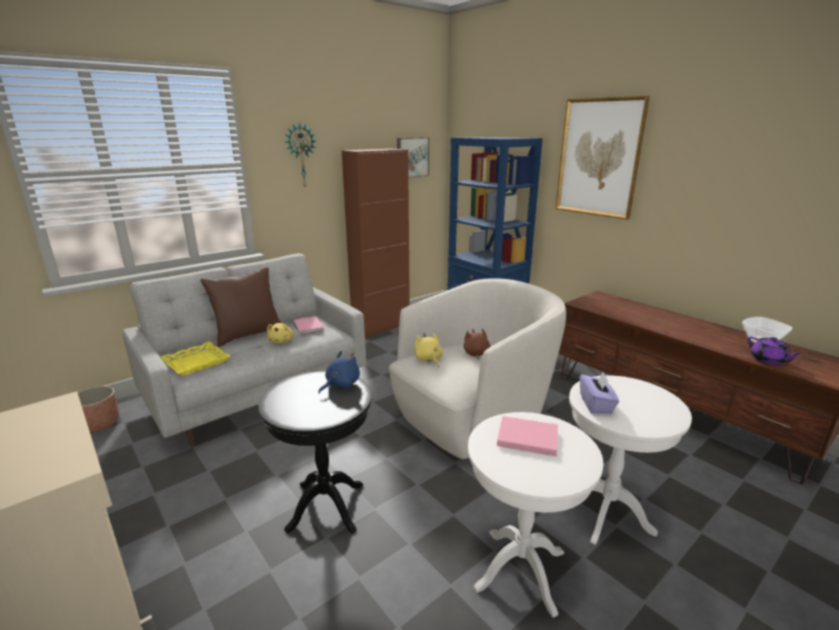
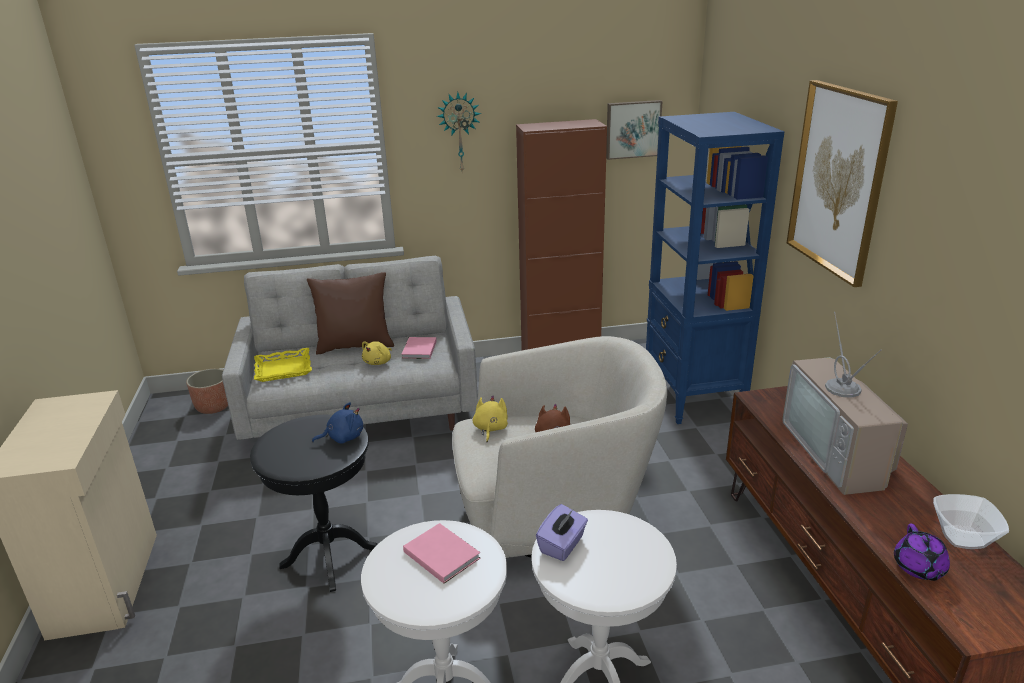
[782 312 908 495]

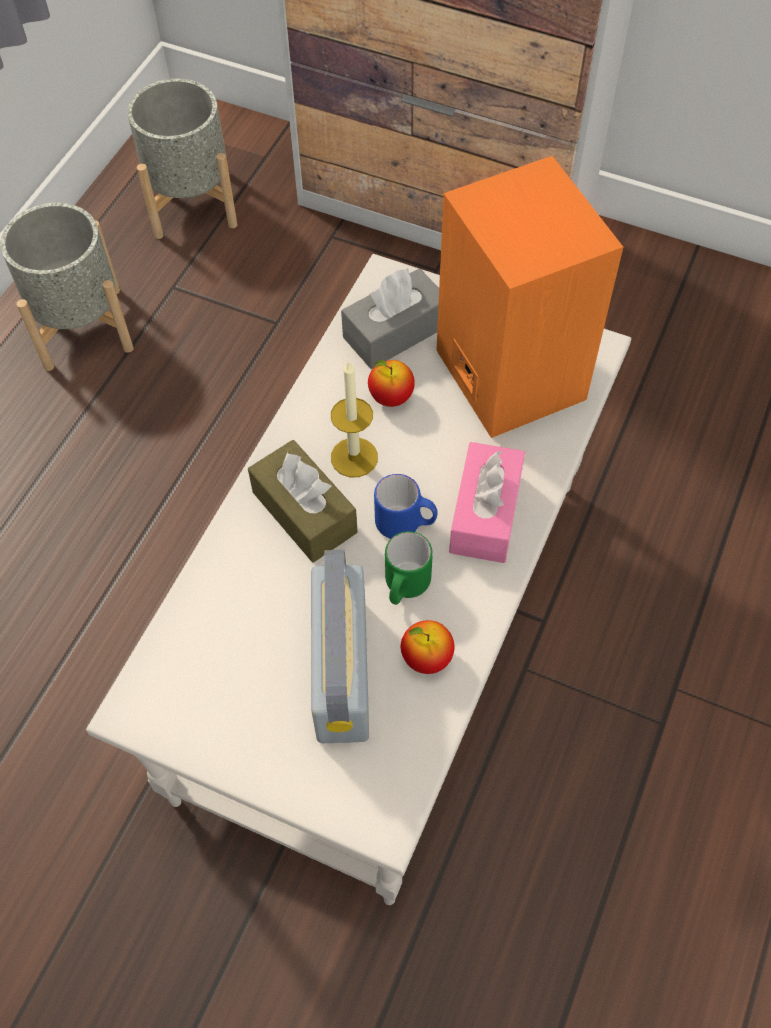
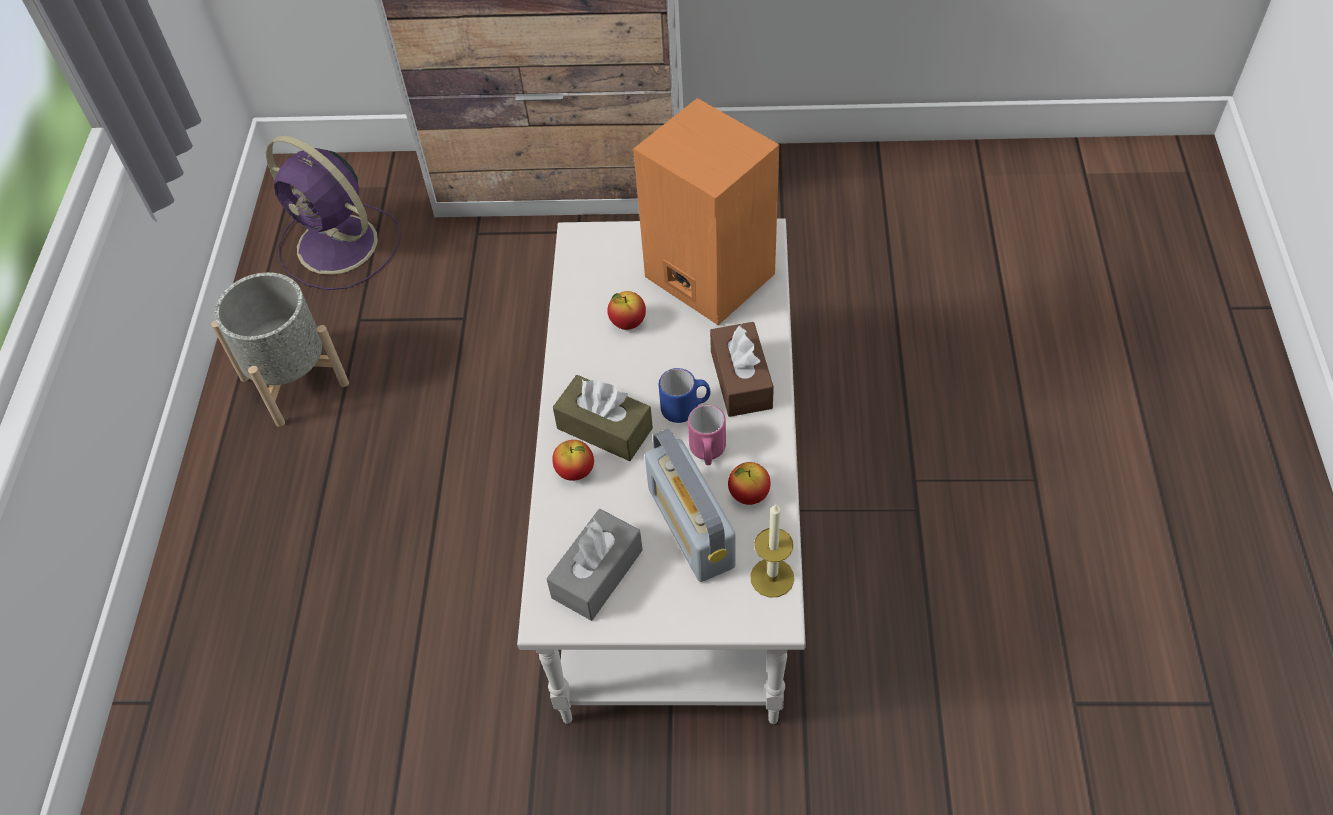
[266 136 401 290]
[750 504 794 597]
[546 509 643 621]
[688 405 726 465]
[710 322 774 417]
[552 440 594 481]

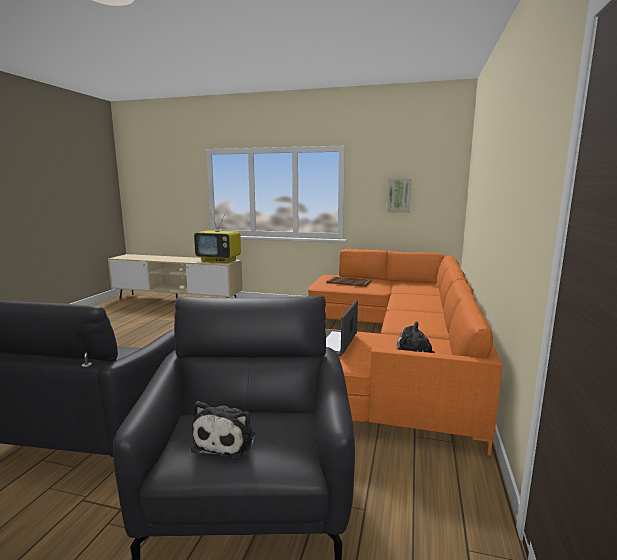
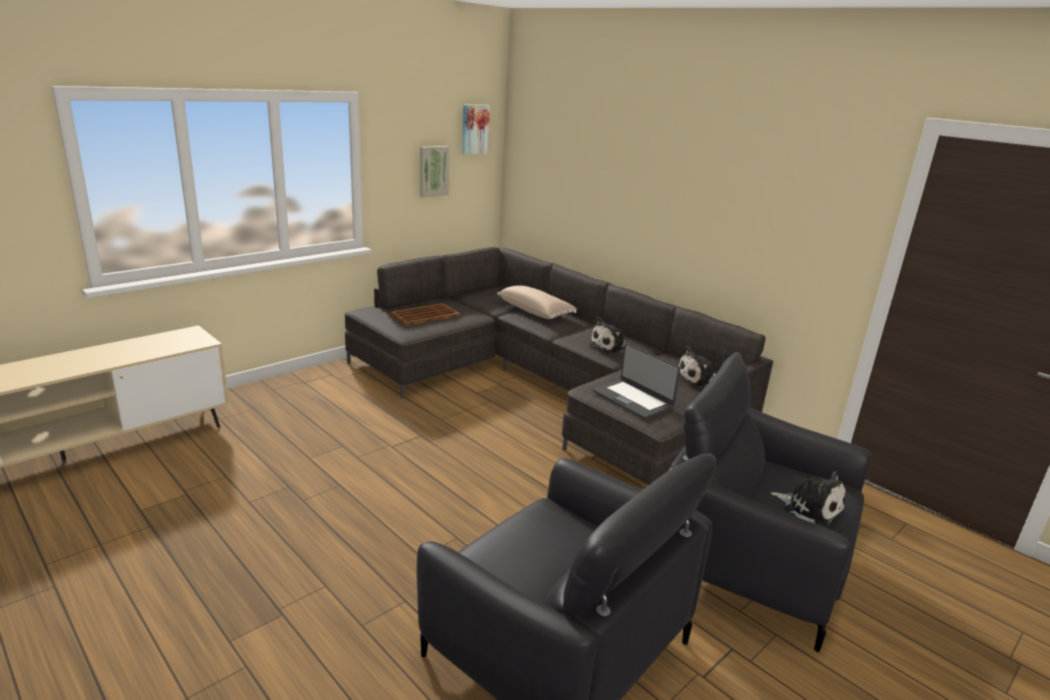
[194 216 241 263] (first image)
[344 247 773 485]
[462 105 490 154]
[497 285 577 319]
[588 317 626 354]

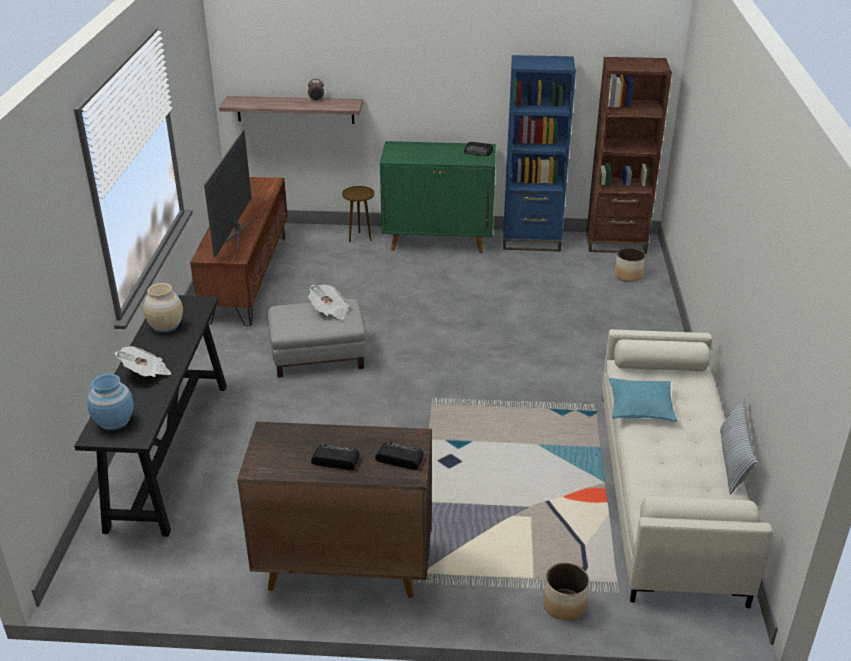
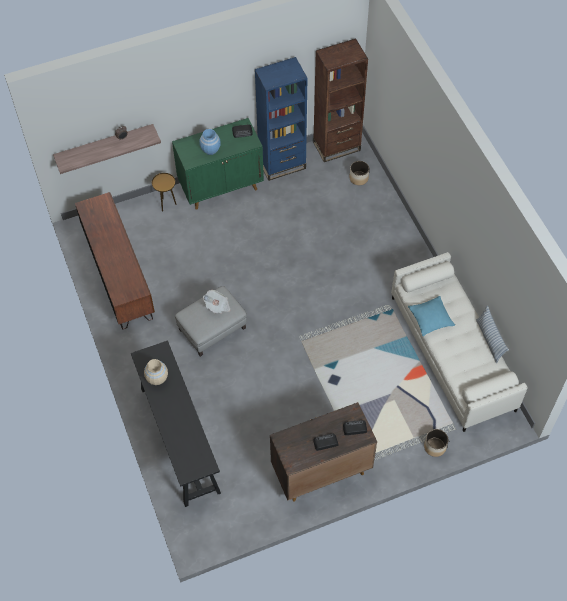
[200 129 221 155]
[115 346 172 377] (first image)
[204 130 257 257] (first image)

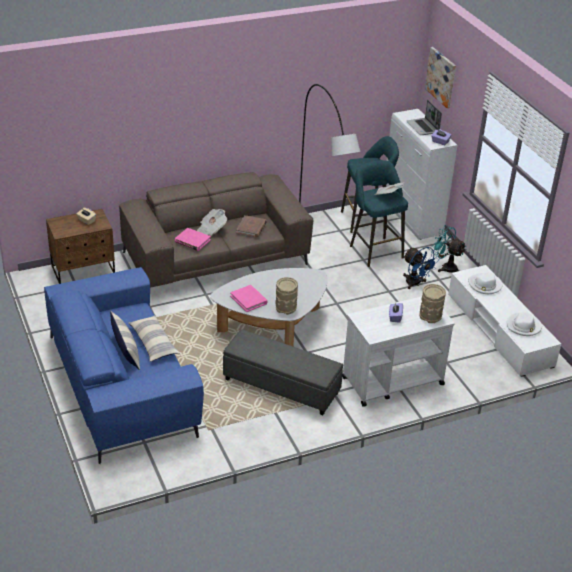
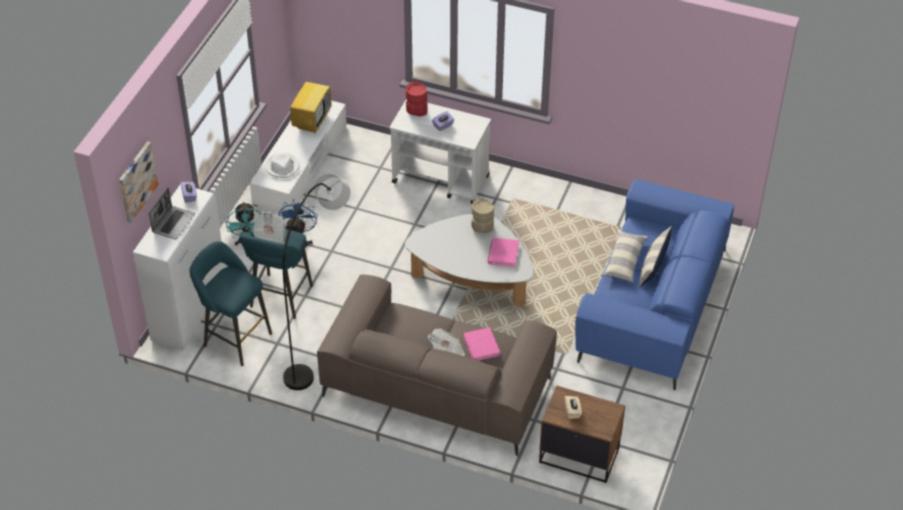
[223 329 343 415] (first image)
[236 215 267 237] (first image)
[406 82 427 117]
[290 67 331 133]

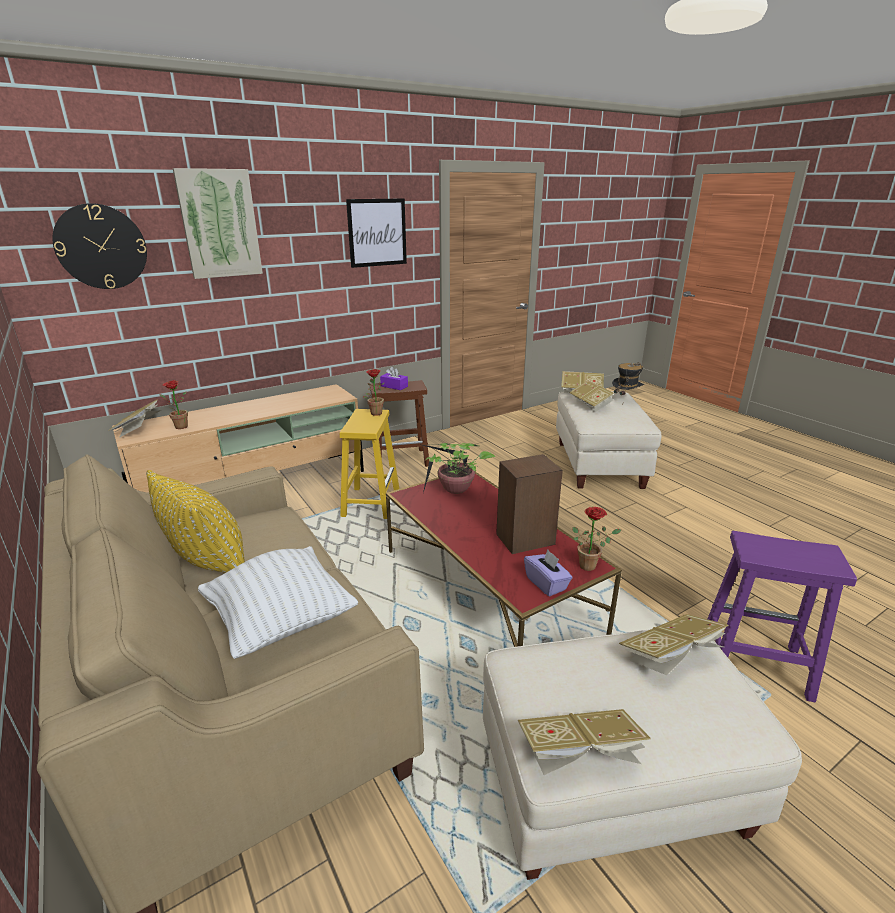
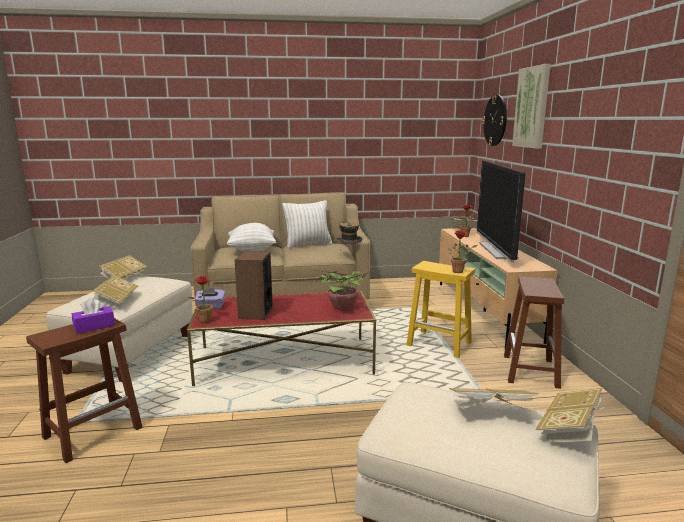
[282 200 332 248]
[346 198 407 268] (first image)
[72 298 115 334]
[336 221 362 251]
[26 318 142 463]
[477 161 526 262]

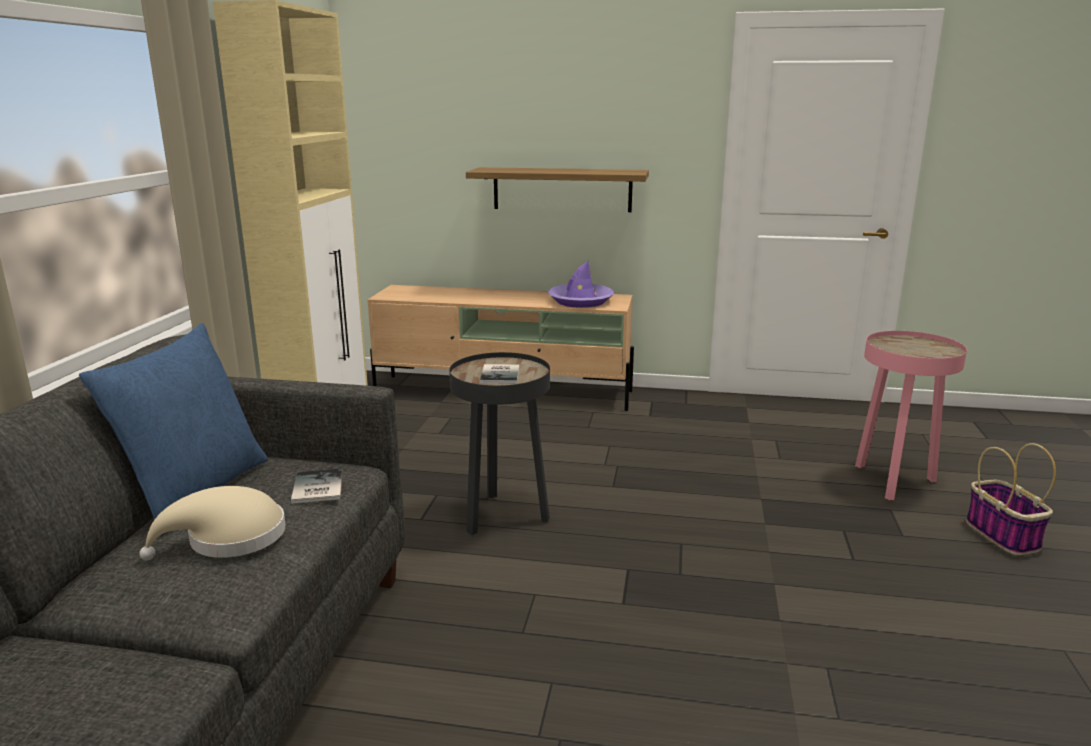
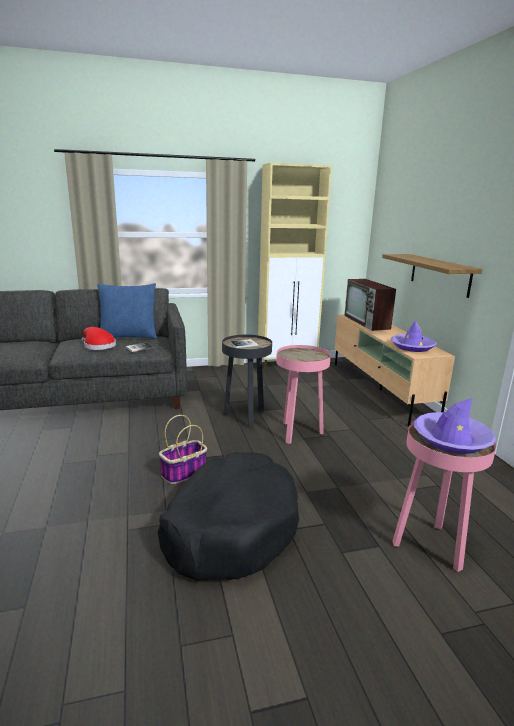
[81 327 116 350]
[159 415 207 484]
[158 452 299 581]
[276 345 331 444]
[344 279 396 331]
[414 398 496 454]

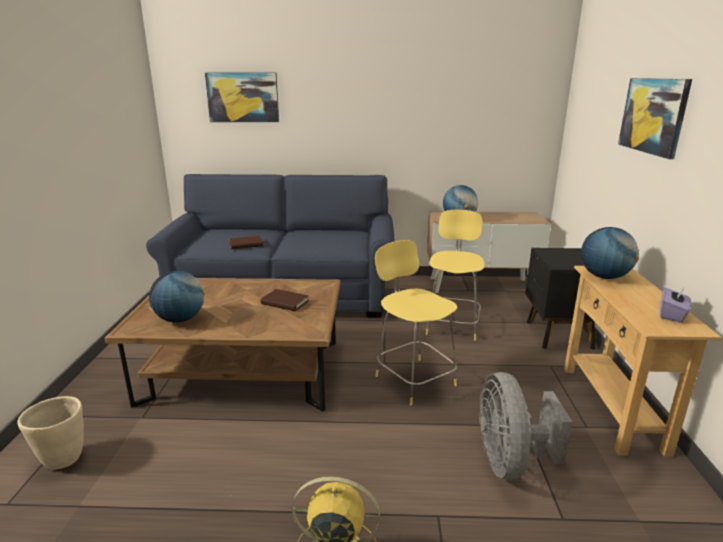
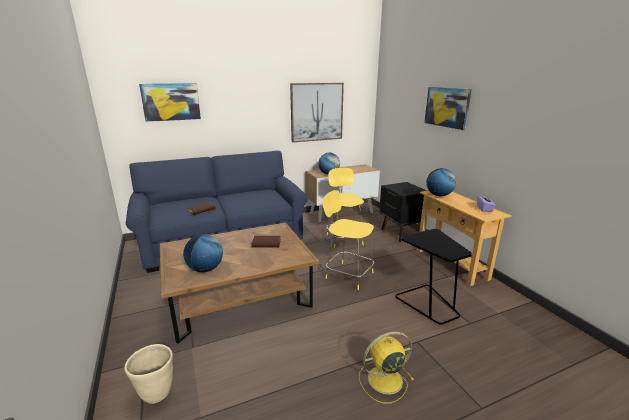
[395 229 472 325]
[290 83 344 143]

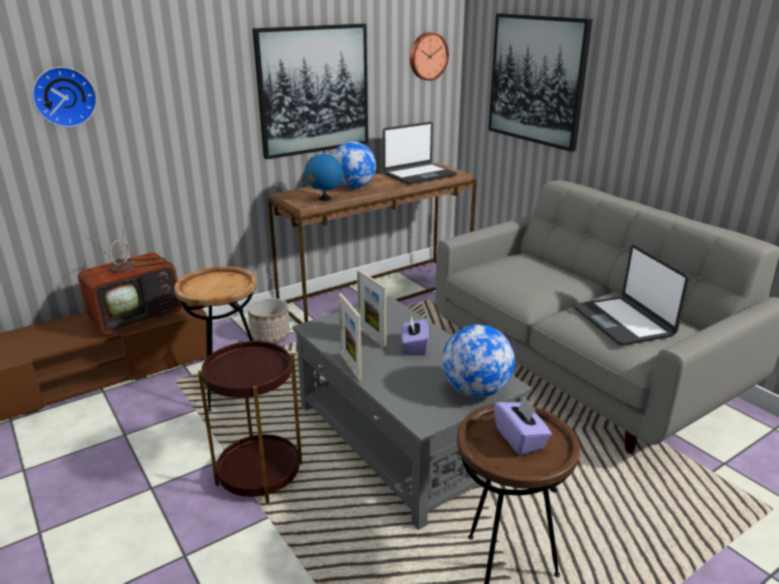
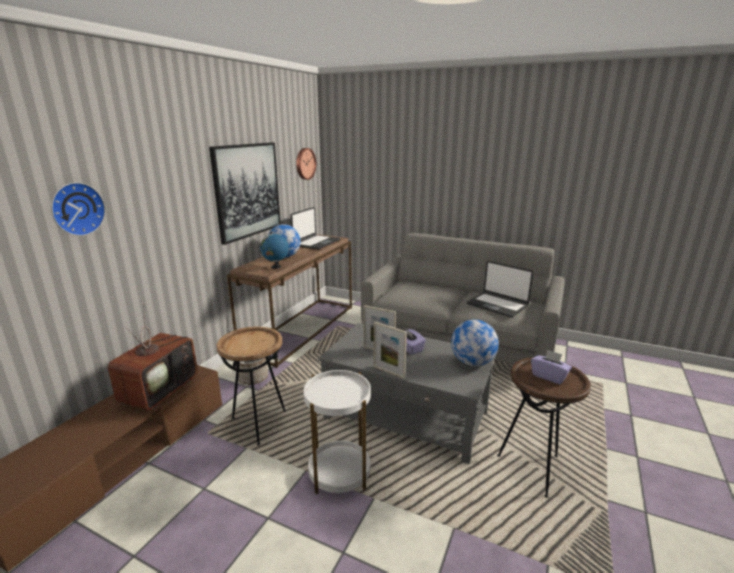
[303 370 371 494]
[488 13 592 152] (first image)

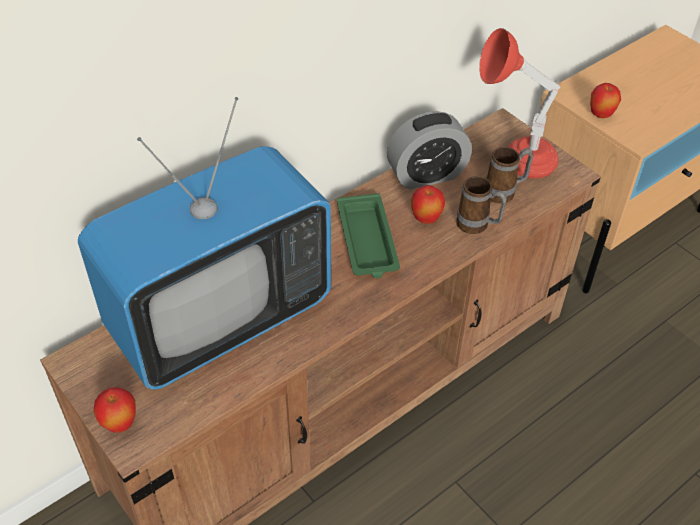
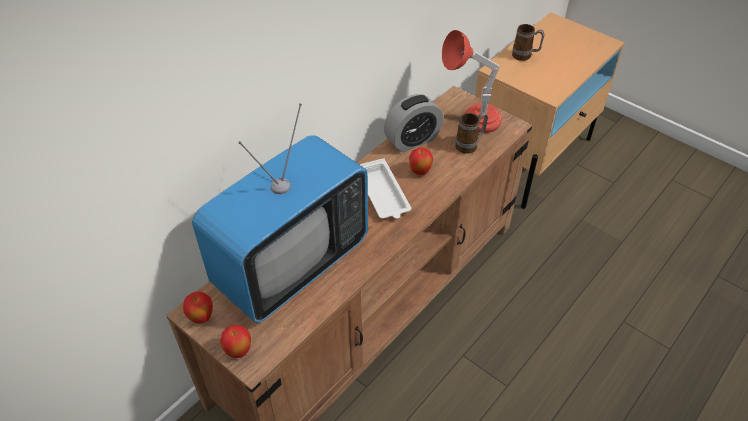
[359 158 411 219]
[512 24 545 61]
[183 292 213 324]

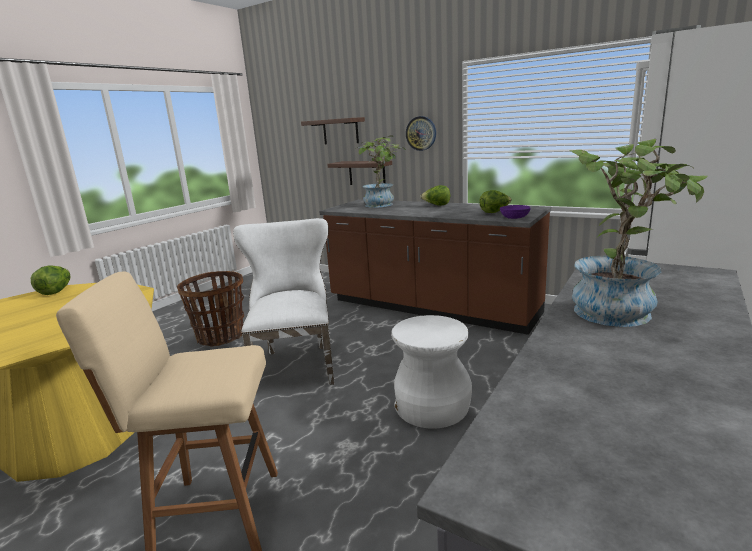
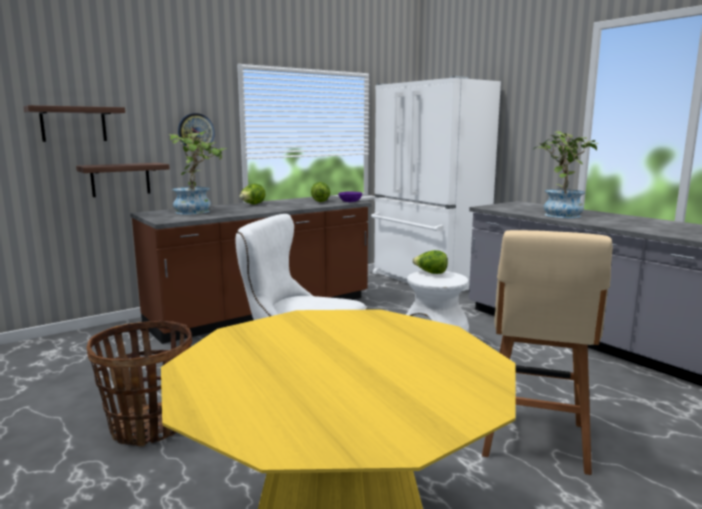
[412 250 448 274]

